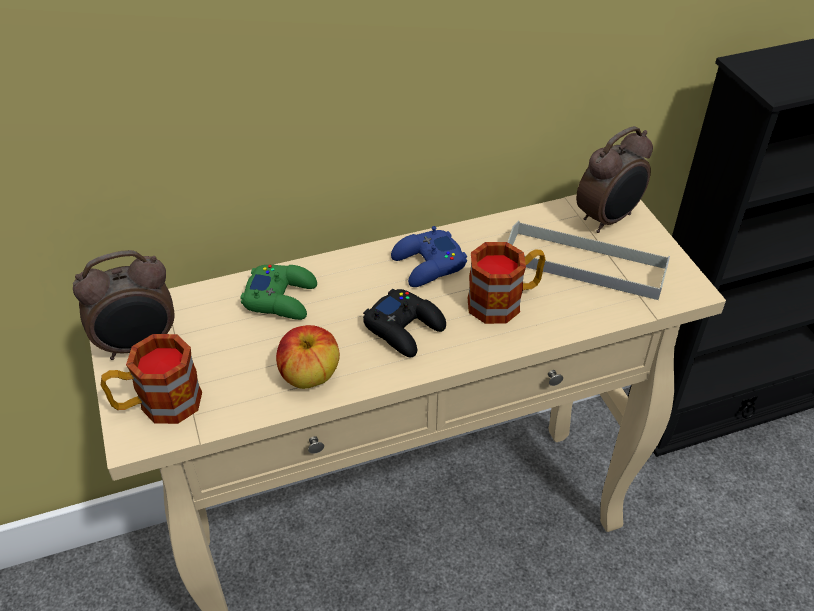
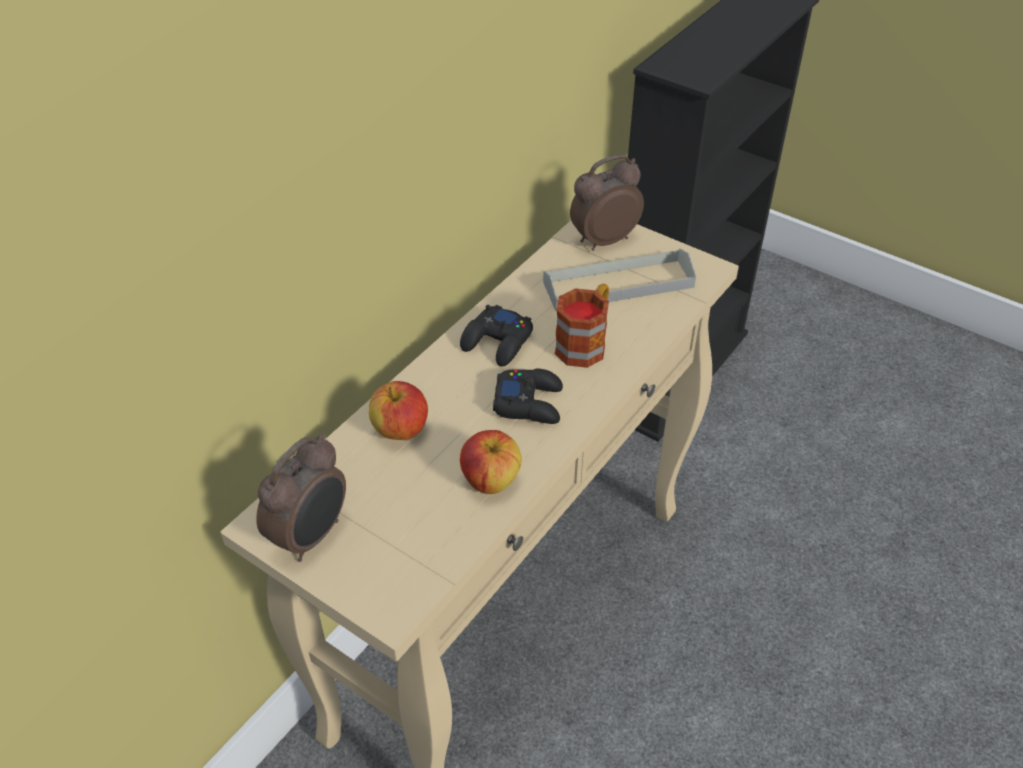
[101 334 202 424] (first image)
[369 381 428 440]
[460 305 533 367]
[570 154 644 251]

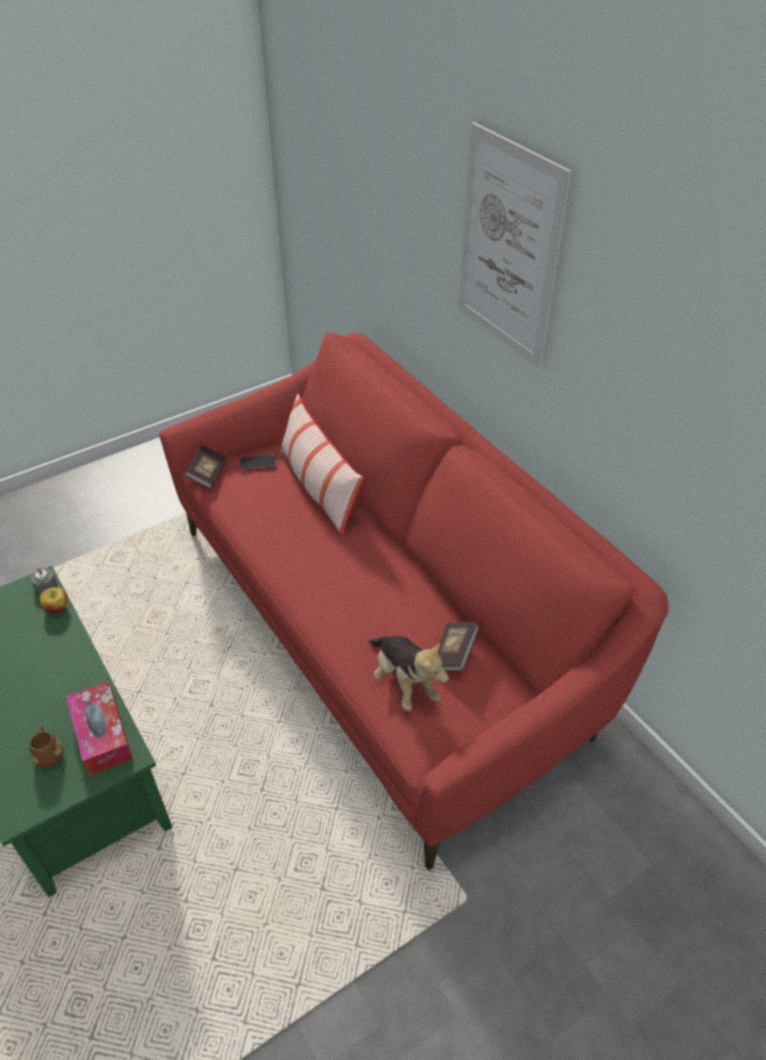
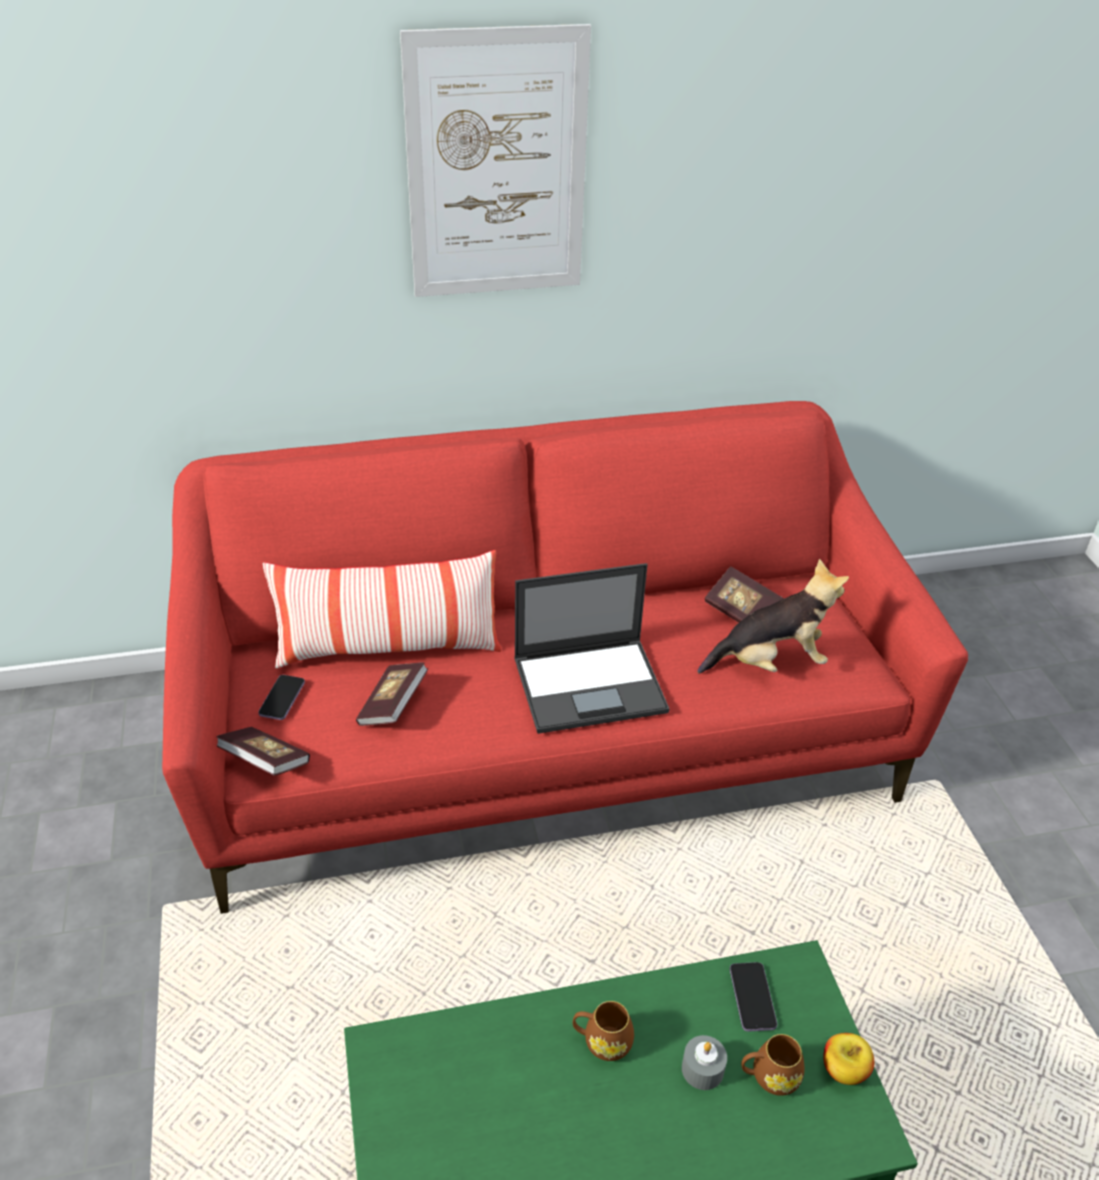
[682 1035 727 1090]
[823 1033 874 1085]
[730 962 777 1032]
[356 662 428 726]
[514 563 670 734]
[573 1001 634 1061]

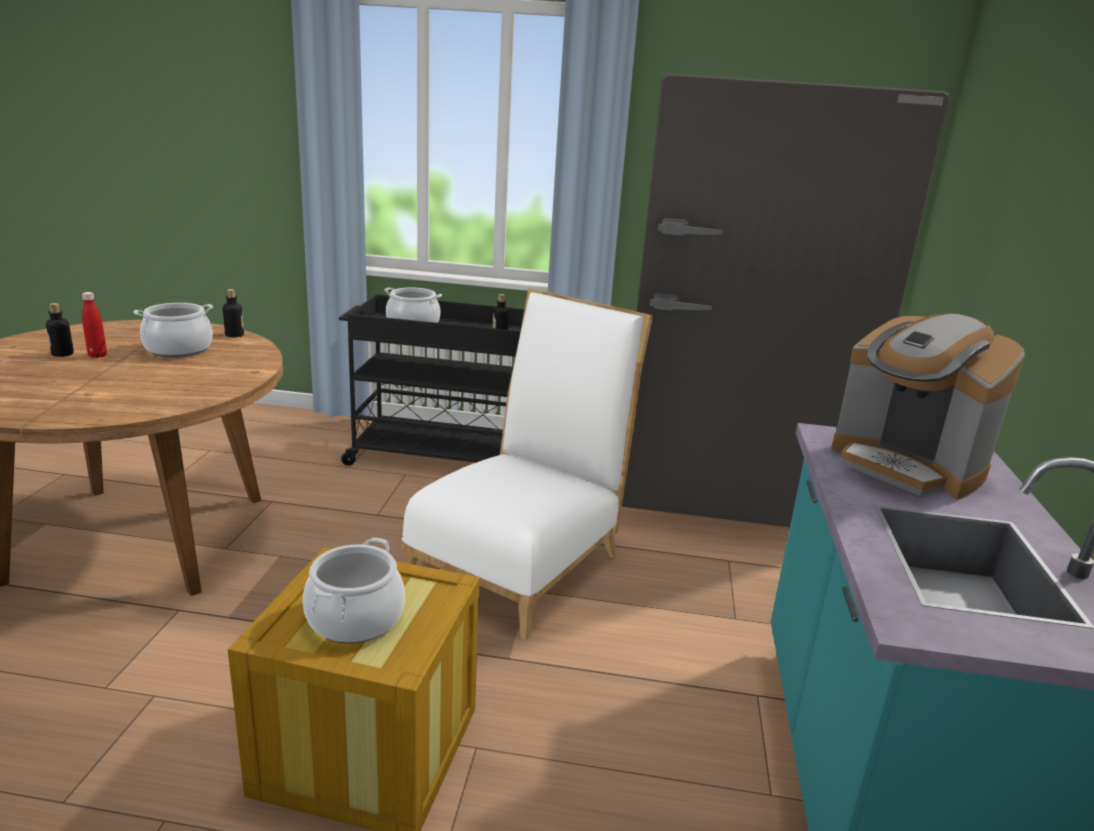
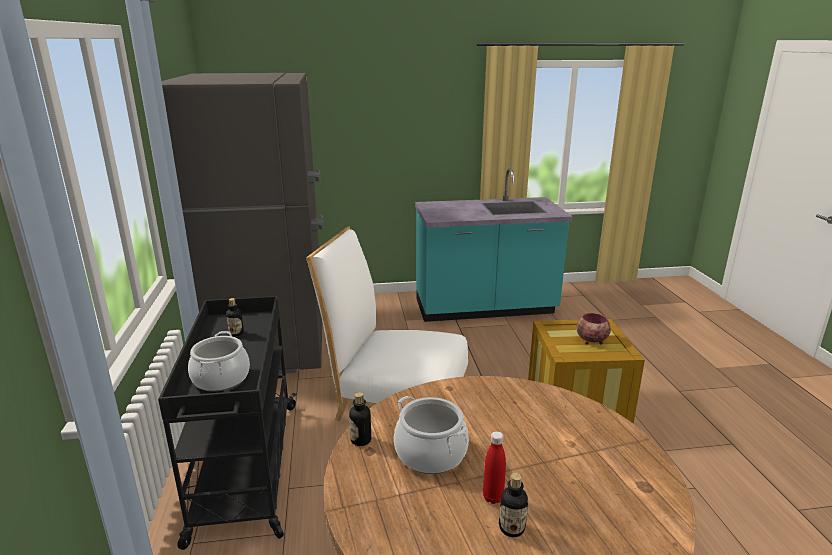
[576 313 611 344]
[832 313 1025 500] (first image)

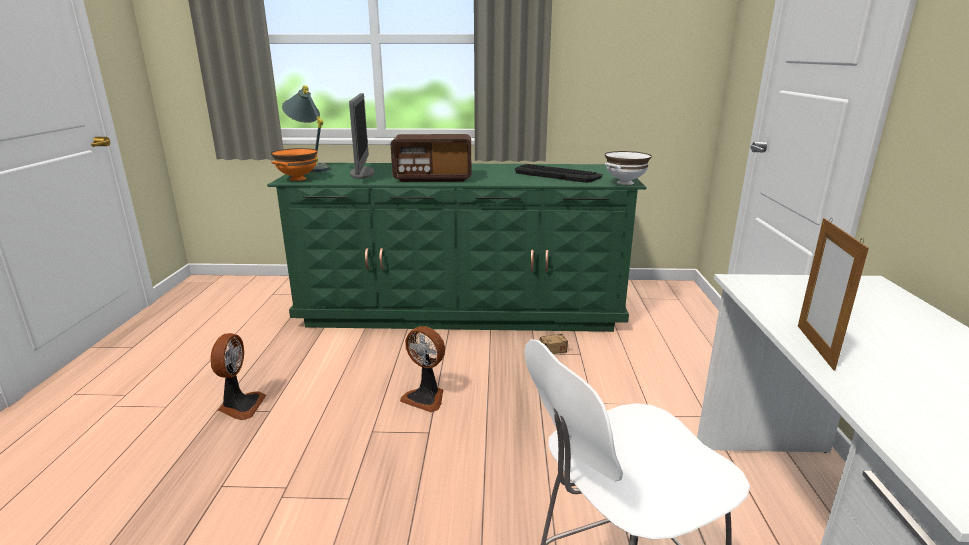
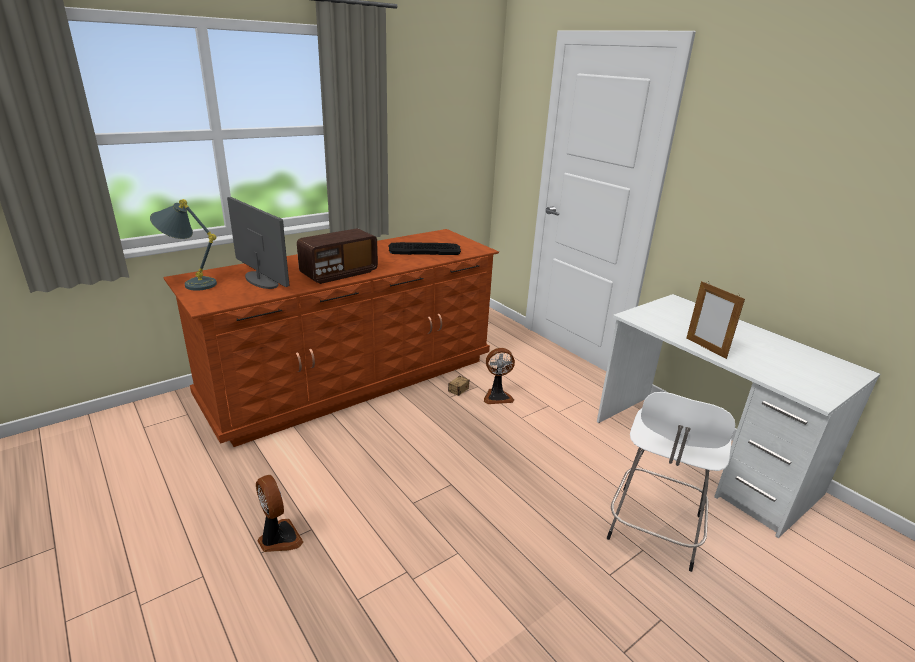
[163 229 499 447]
[271 148 318 181] (first image)
[484 348 515 404]
[605 151 652 185] (first image)

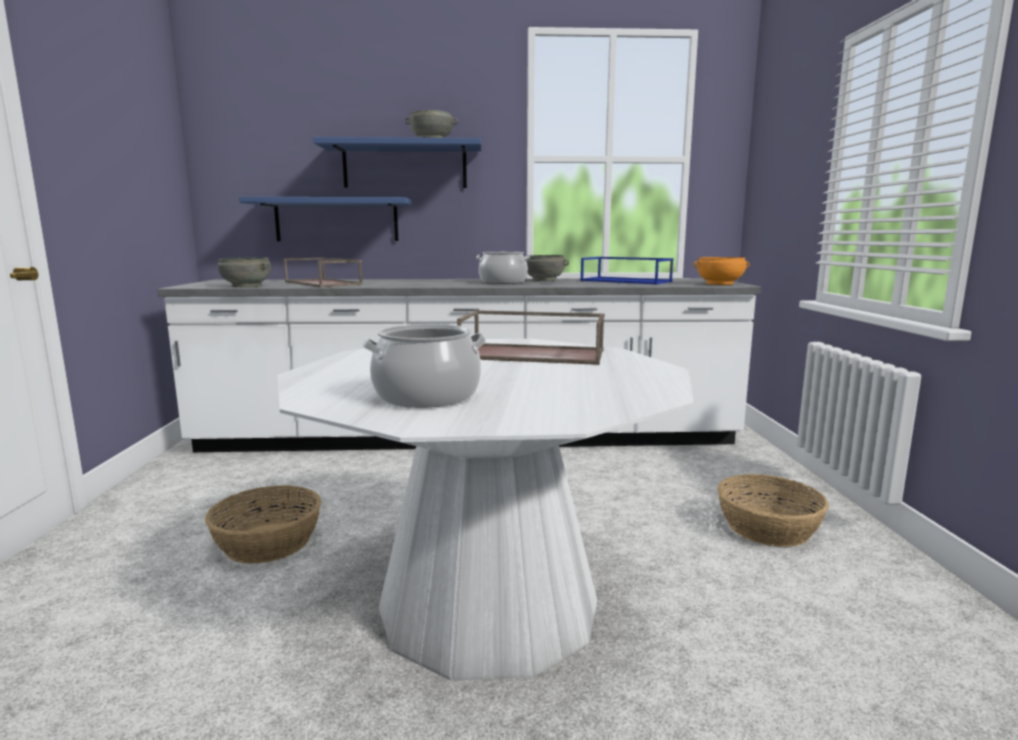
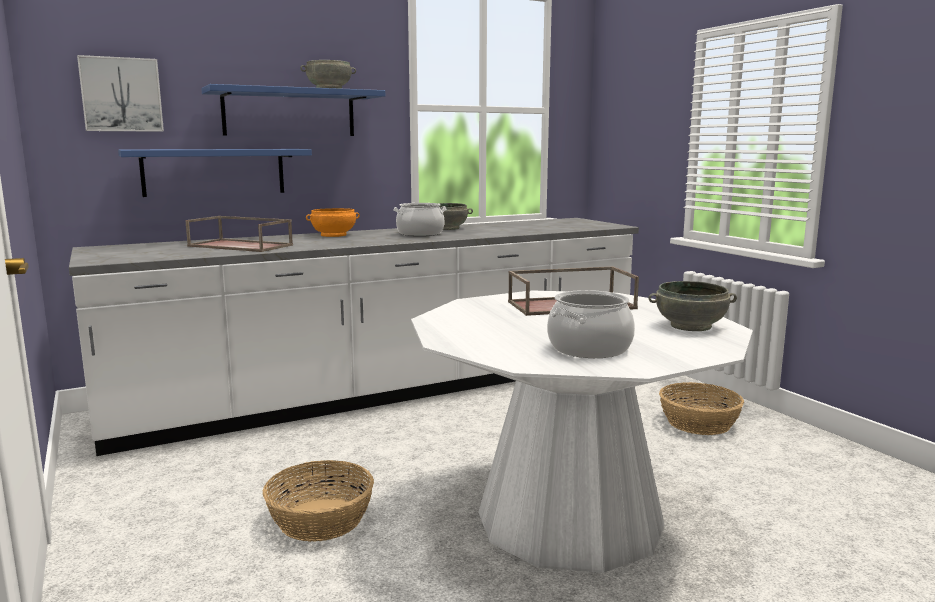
[649 281 737 331]
[580 257 674 284] (first image)
[306 208 360 237]
[77 55 164 132]

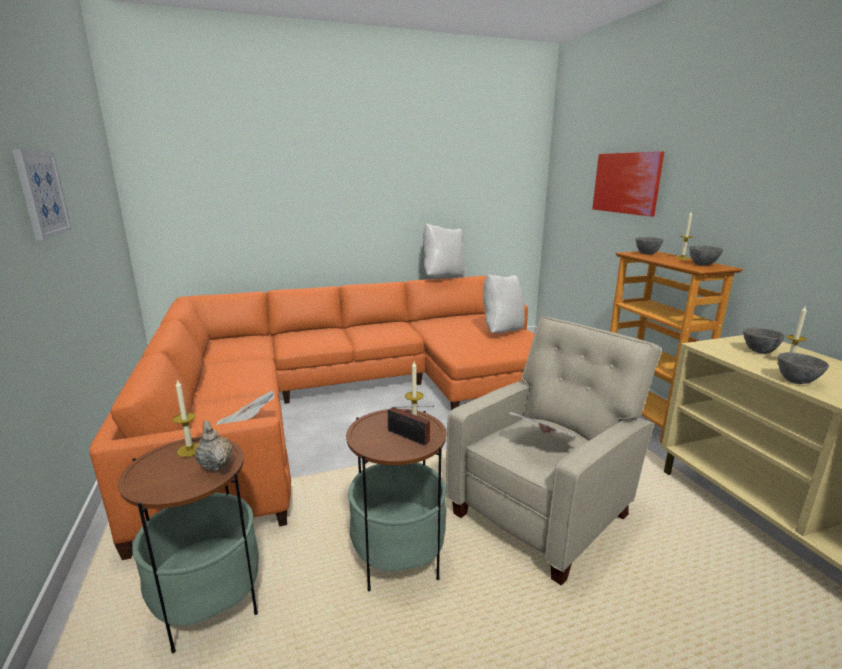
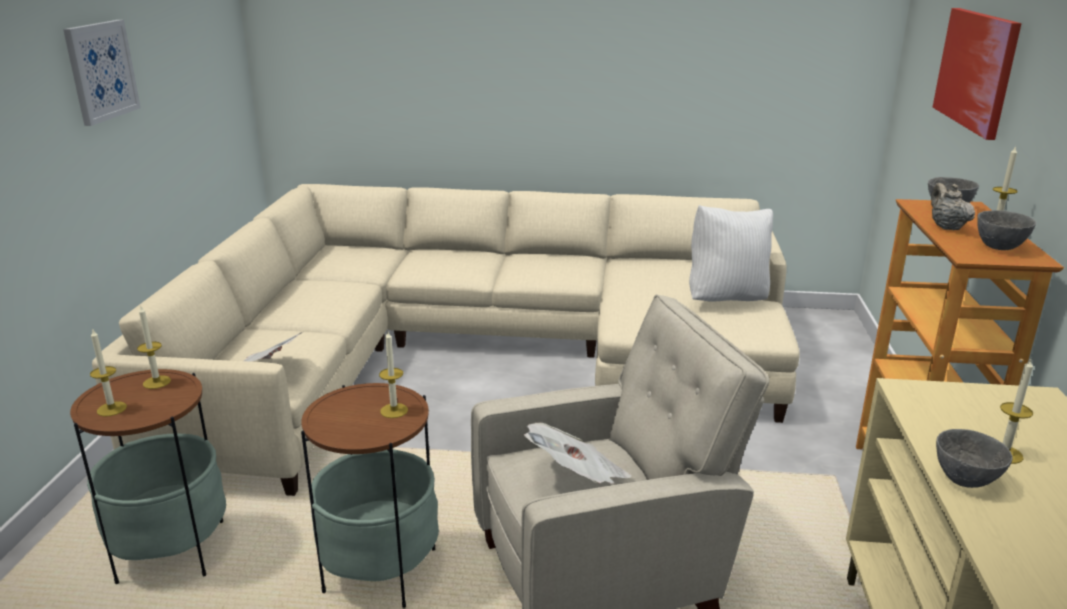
[92 184 800 496]
[931 183 975 230]
[388 406 434 445] (first image)
[423 223 465 278] (first image)
[743 327 785 354] (first image)
[90 330 127 417]

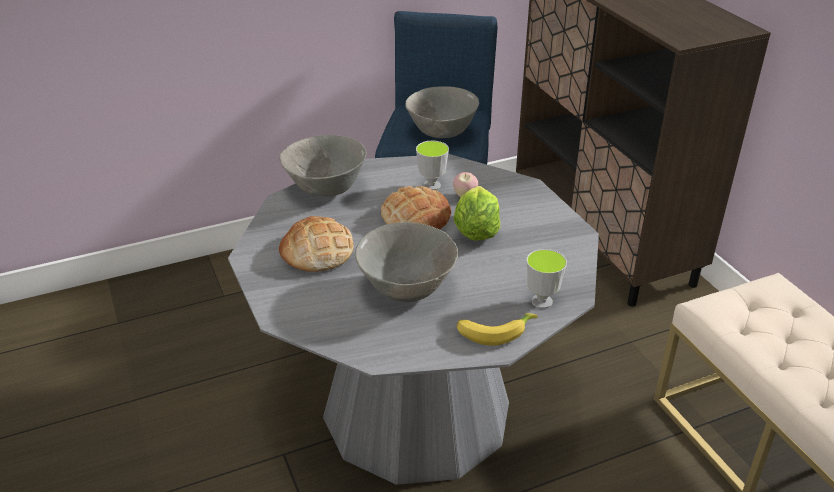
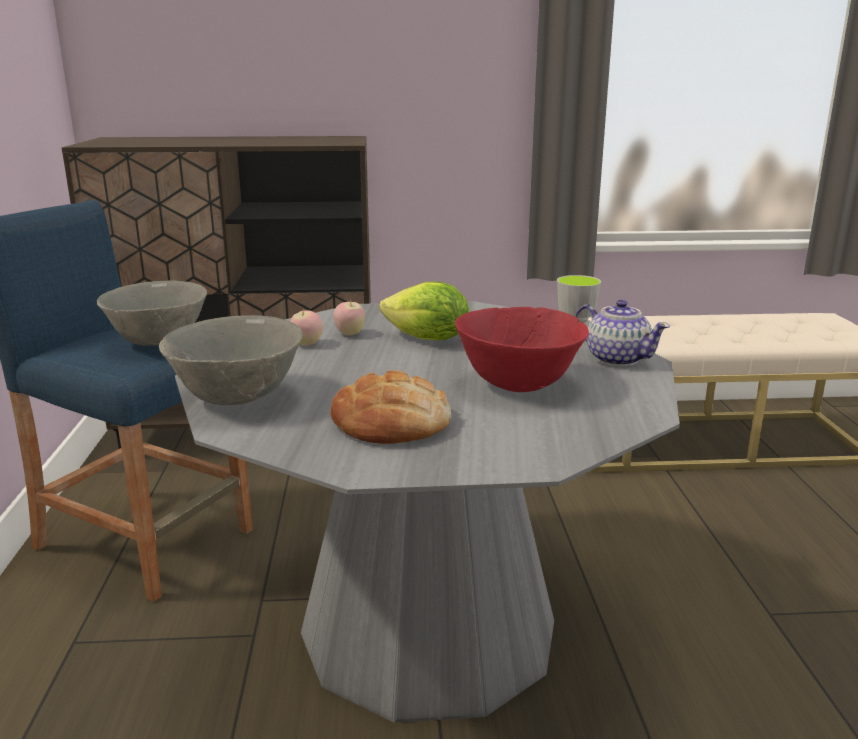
[455 307 589 392]
[381 186 451 229] (first image)
[290 310 323 346]
[575 300 670 366]

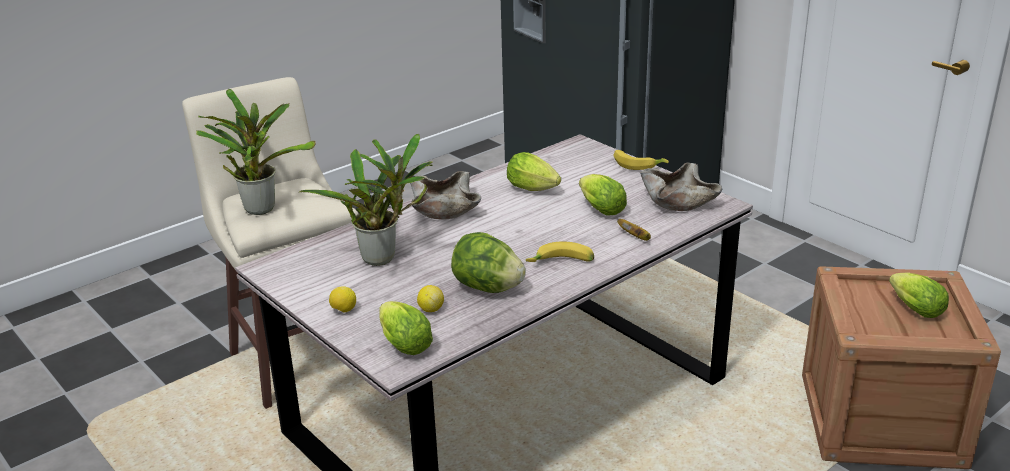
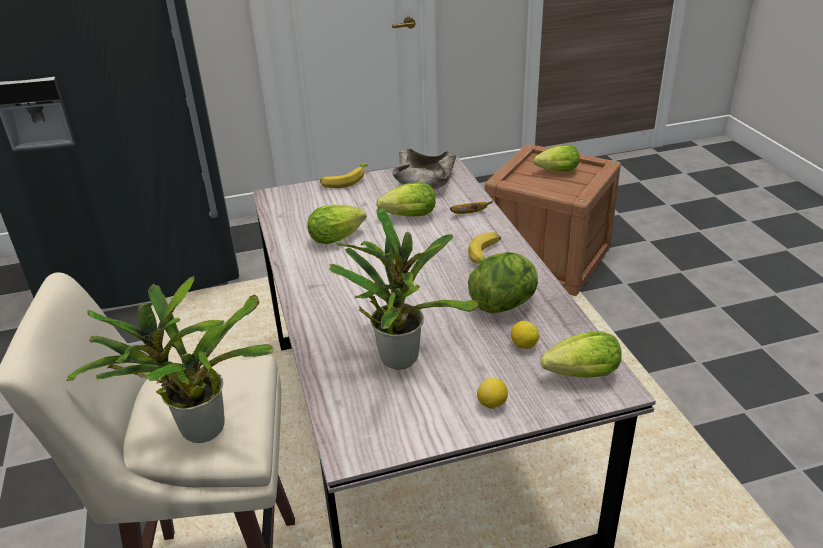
[410 171 481 220] (first image)

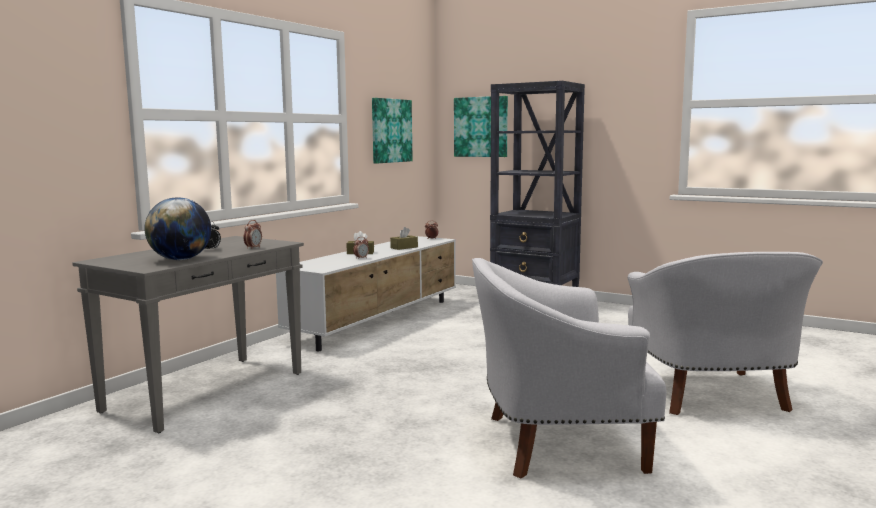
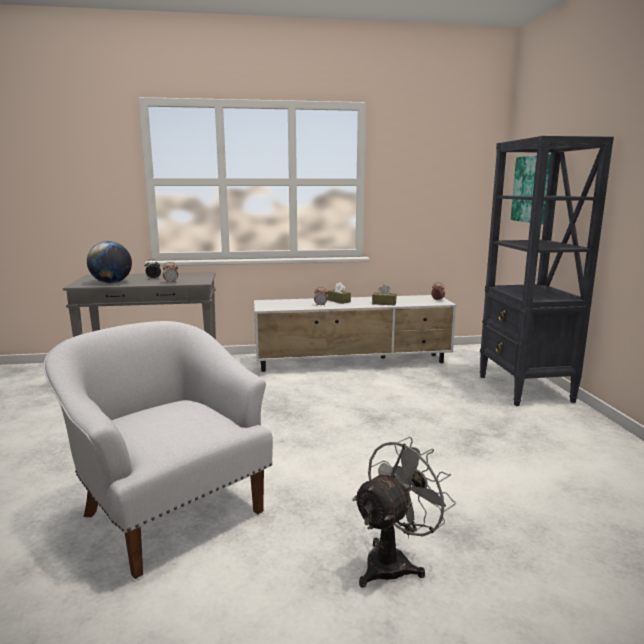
[372 98 413 163] (first image)
[352 437 456 588]

